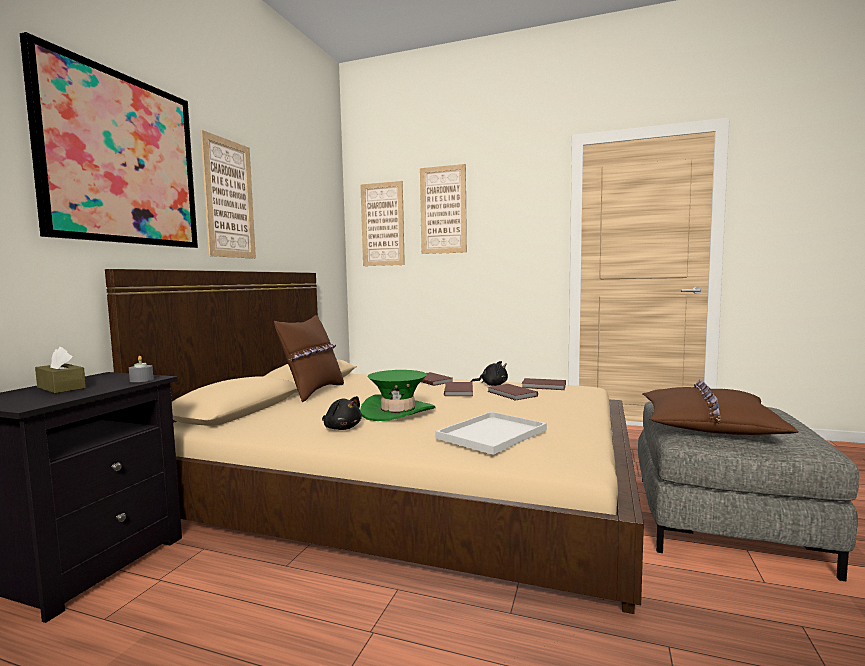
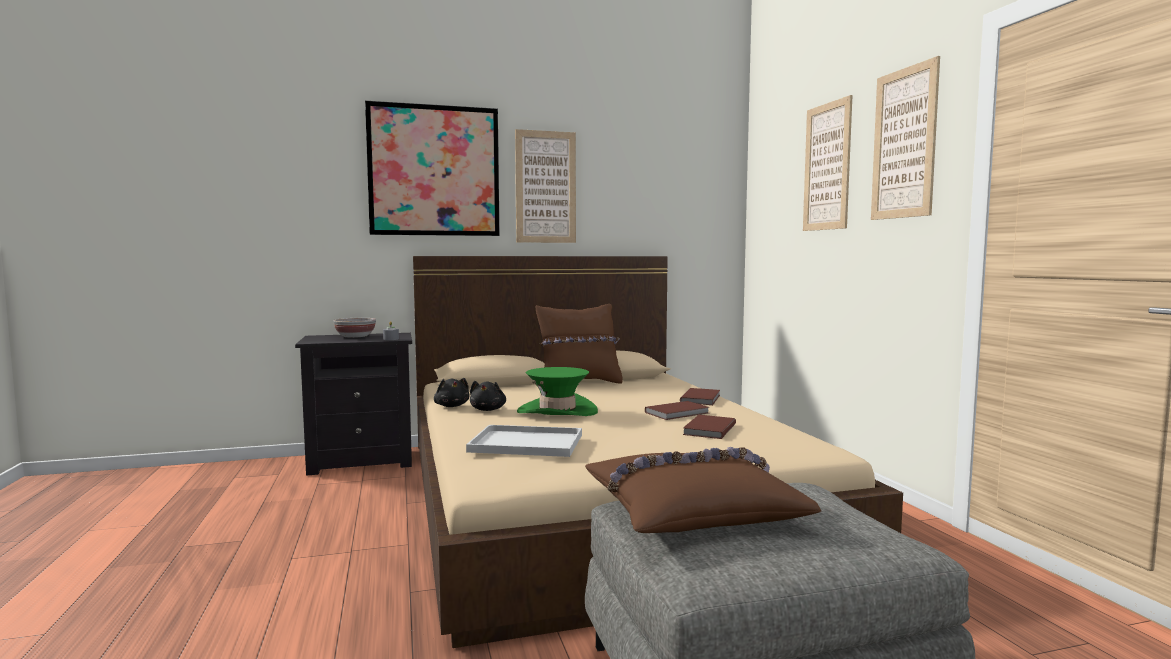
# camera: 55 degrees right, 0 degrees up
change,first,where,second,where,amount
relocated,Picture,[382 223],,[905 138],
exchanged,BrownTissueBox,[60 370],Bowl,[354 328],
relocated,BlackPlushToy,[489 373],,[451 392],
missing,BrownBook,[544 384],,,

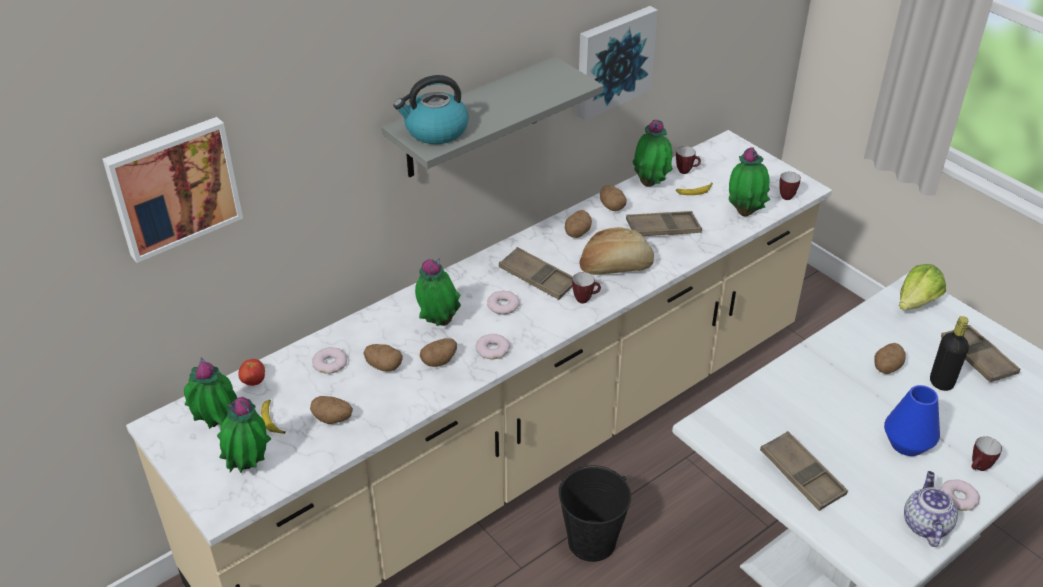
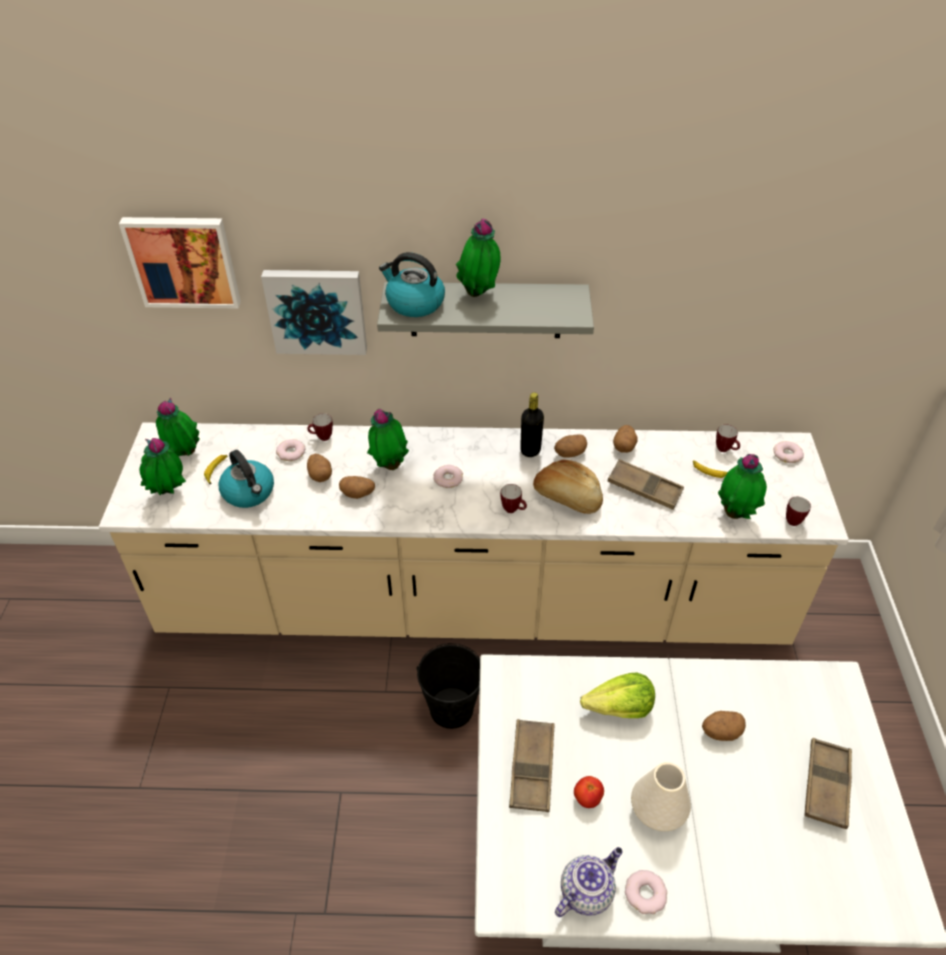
# camera: 40 degrees right, 5 degrees up
change,first,where,second,where,amount
relocated,Picture,[617 63],,[314 312],
relocated,PottedPlant,[653 153],,[478 258],
missing,BrownTray,[536 273],,,
relocated,Lettuce,[922 287],,[617 695],
relocated,BlackBottle,[949 353],,[532 424],
relocated,Donut,[493 346],,[788 452],
relocated,Tomato,[251 372],,[589 792],
colour,BlueVase,[912 420],WhiteVase,[661 796],
exchanged,Potato,[331 410],Kettle,[246 479],
relocated,Mug,[986 453],,[320 427],

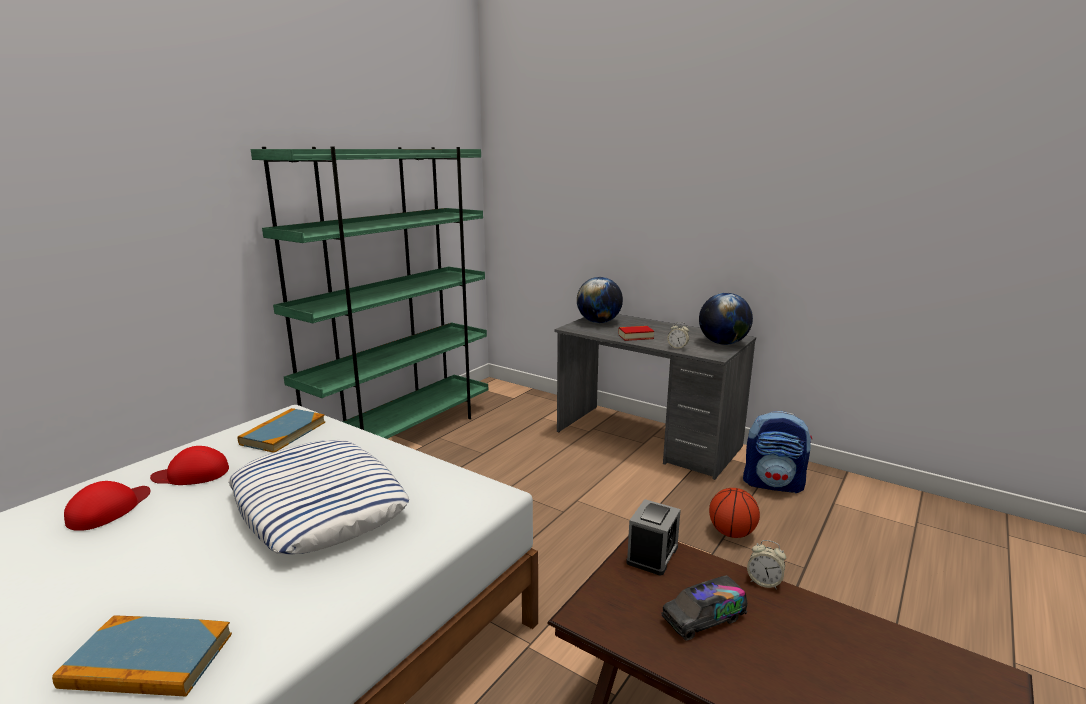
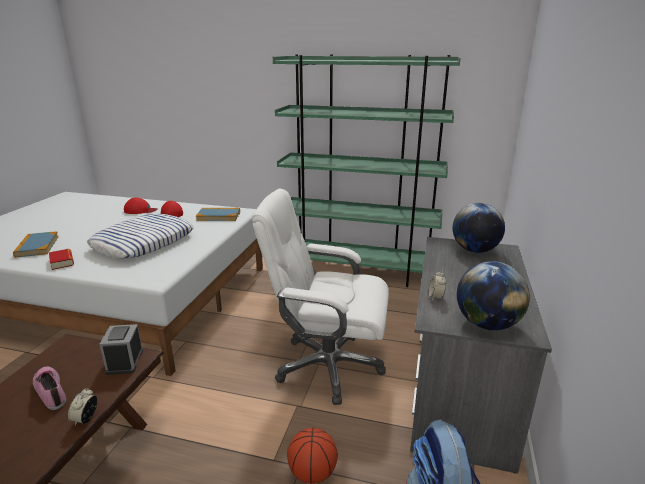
# camera: 70 degrees right, 5 degrees up
change,first,where,second,where,amount
relocated,Book,[636 333],,[61 259],
spun,AlarmClock,[653 537],,[121 349],75 degrees clockwise
exchanged,ToyTruck,[704 608],Shoe,[49 388],
appeared,,,WhiteOfficeChair,[320 296],

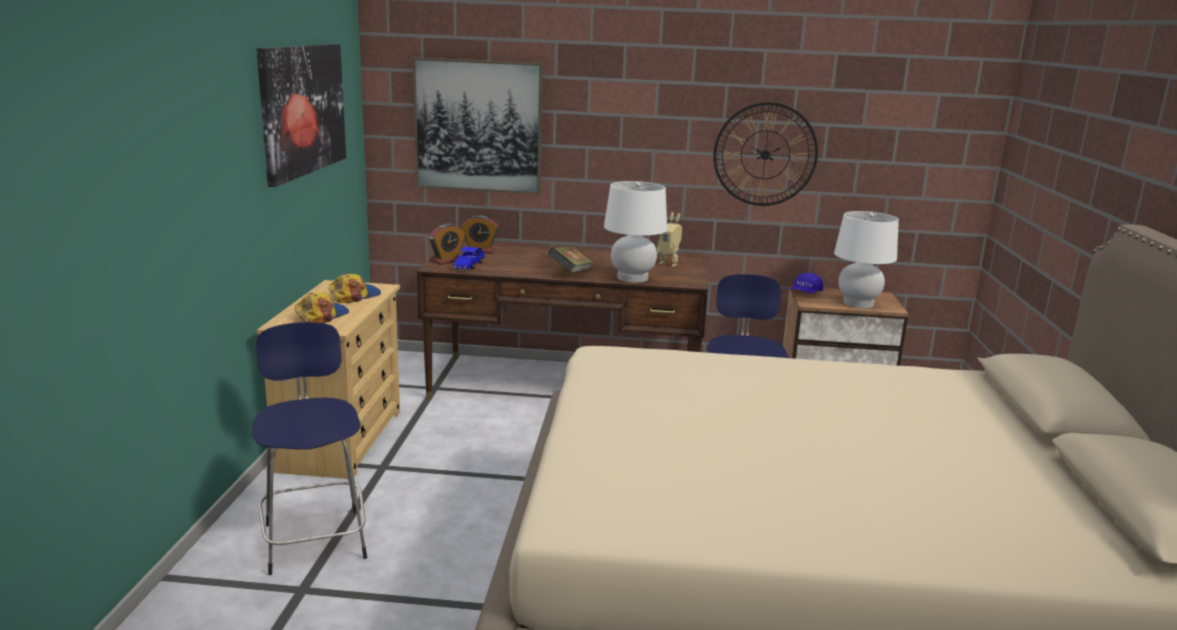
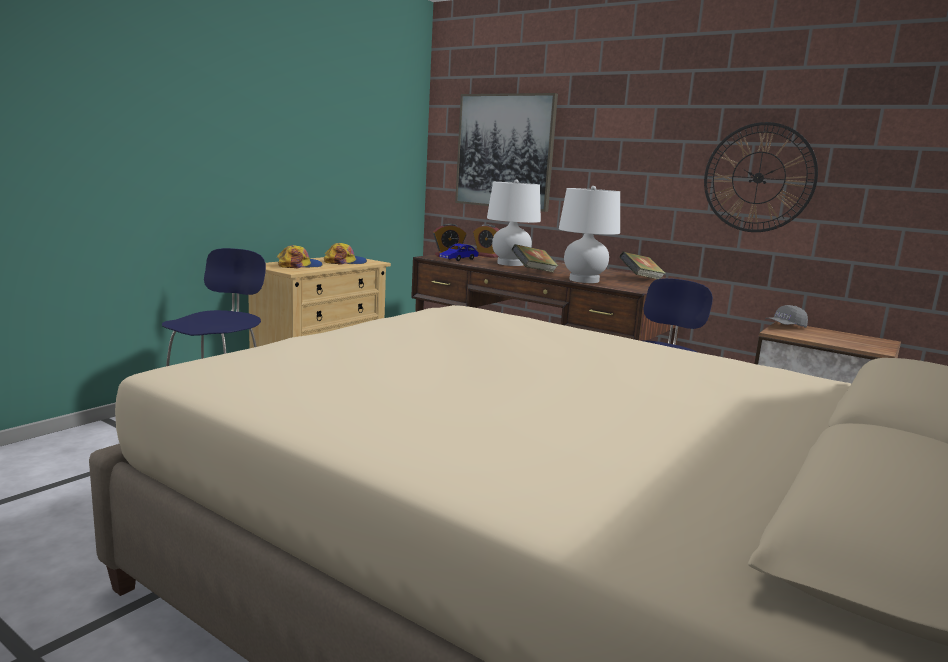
# camera: 30 degrees right, 5 degrees down
change,first,where,second,where,amount
missing,Picture,[301 115],,,
relocated,WhiteTableLamp,[866 259],,[514 223],
exchanged,ToyRobot,[669 239],Book,[642 265],
colour,BlueCap,[806 283],GreyCap,[786 316],

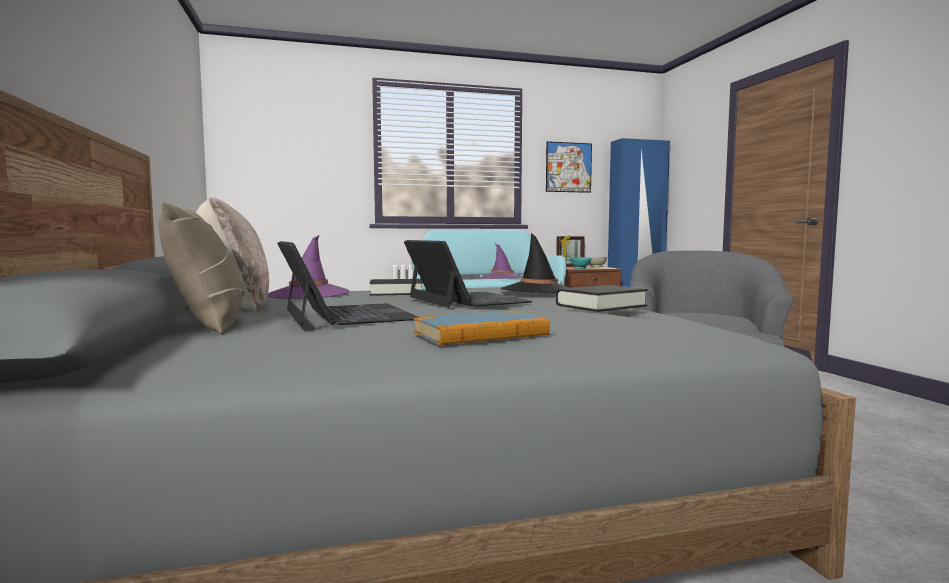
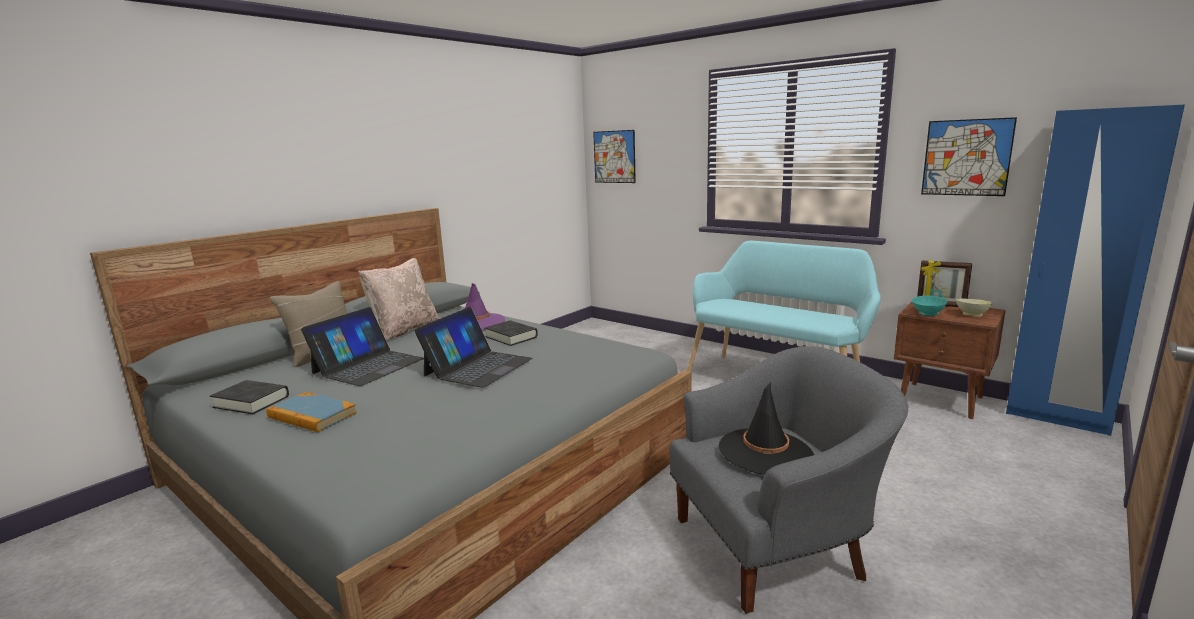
# camera: 55 degrees right, 10 degrees up
change,first,where,second,where,amount
relocated,BlackHat,[535 263],,[766 428],
missing,PurpleHat,[501 260],,,
relocated,BlackBook,[602 298],,[249 397],
appeared,,,Picture,[614 156],

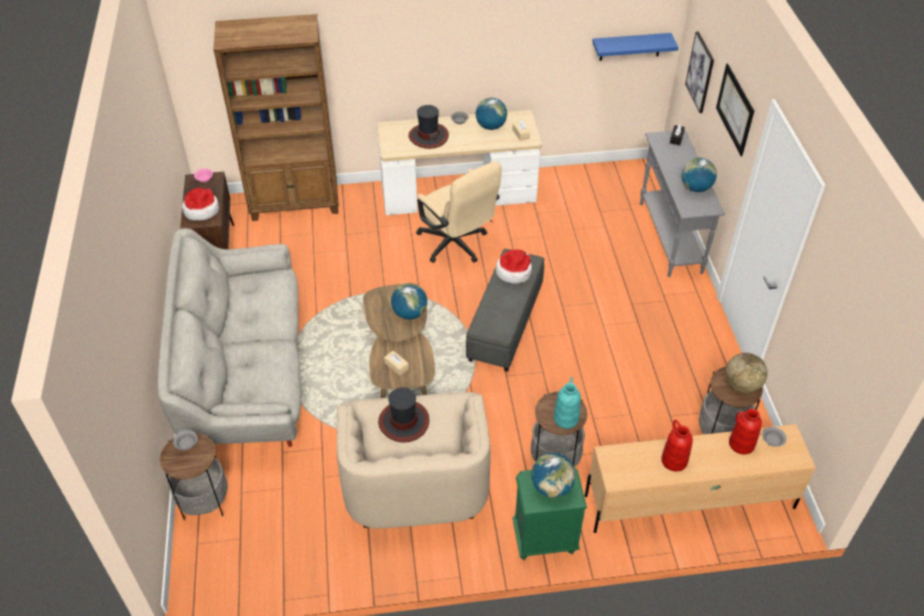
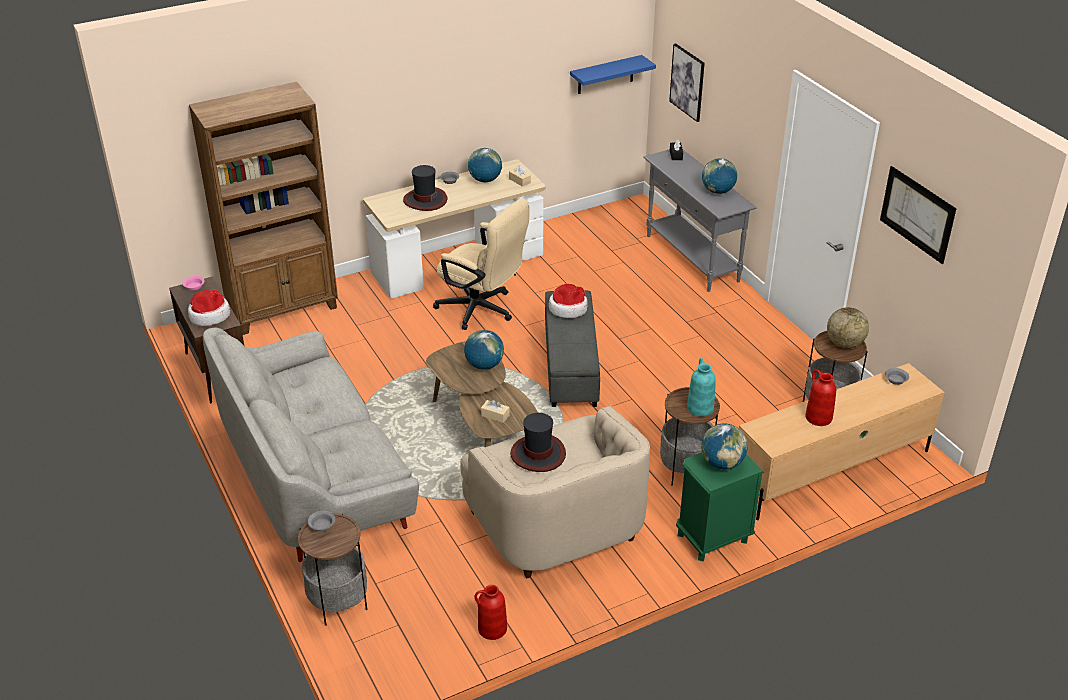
# camera: 20 degrees left, 10 degrees down
change,first,where,second,where,amount
relocated,Picture,[735 109],,[918 215],
relocated,RedVase,[745 432],,[490 612],

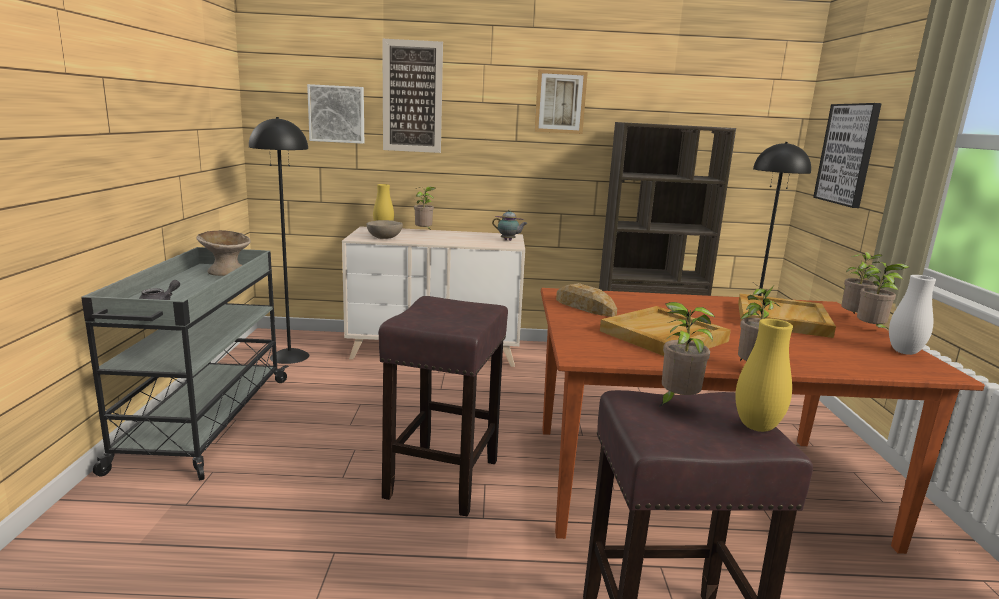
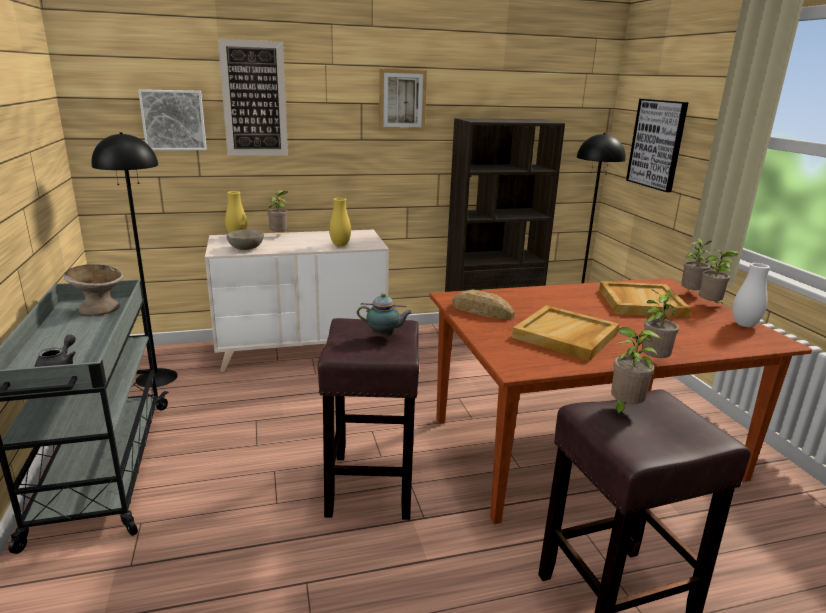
# camera: 15 degrees left, 5 degrees up
change,first,where,second,where,amount
relocated,Teapot,[509 225],,[384 315],
relocated,YellowVase,[764 375],,[340 222],

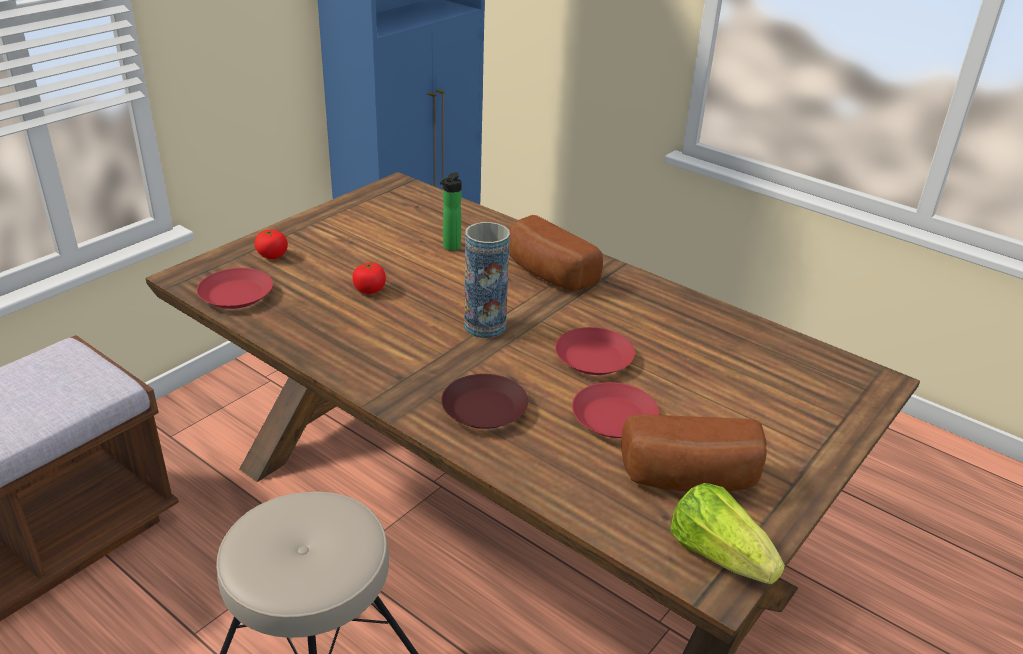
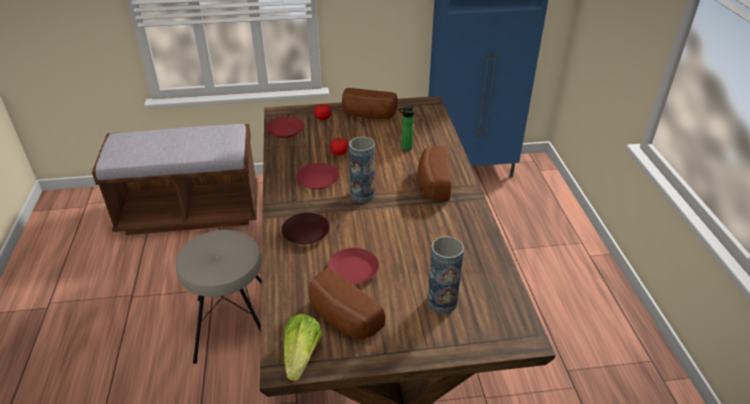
# camera: 45 degrees right, 5 degrees up
change,first,where,second,where,amount
relocated,RedPlate,[595 351],,[317 176],
appeared,,,Bread,[370 103],
appeared,,,Vase,[445 275],

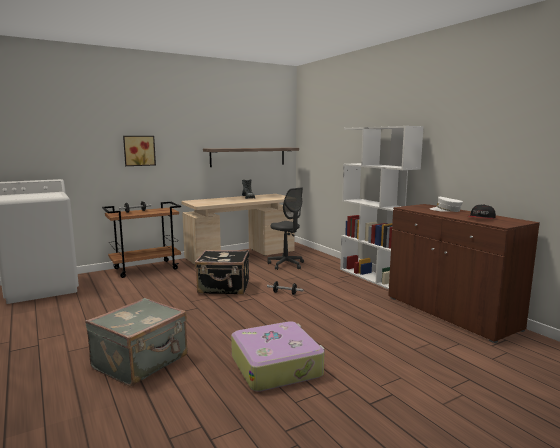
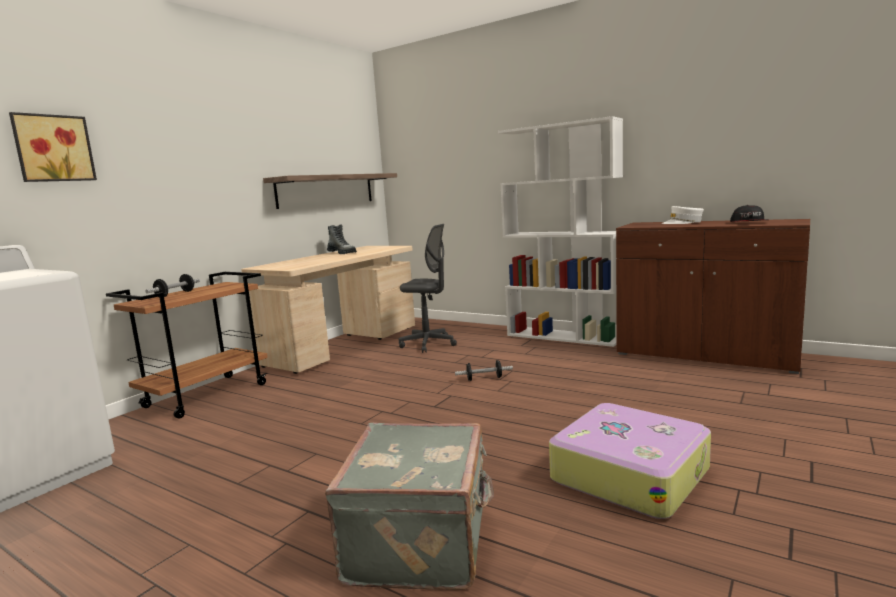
# camera: 25 degrees left, 0 degrees up
change,first,where,second,where,amount
relocated,Picture,[139 151],,[53 147],
missing,BlackSuitcase,[222 272],,,

